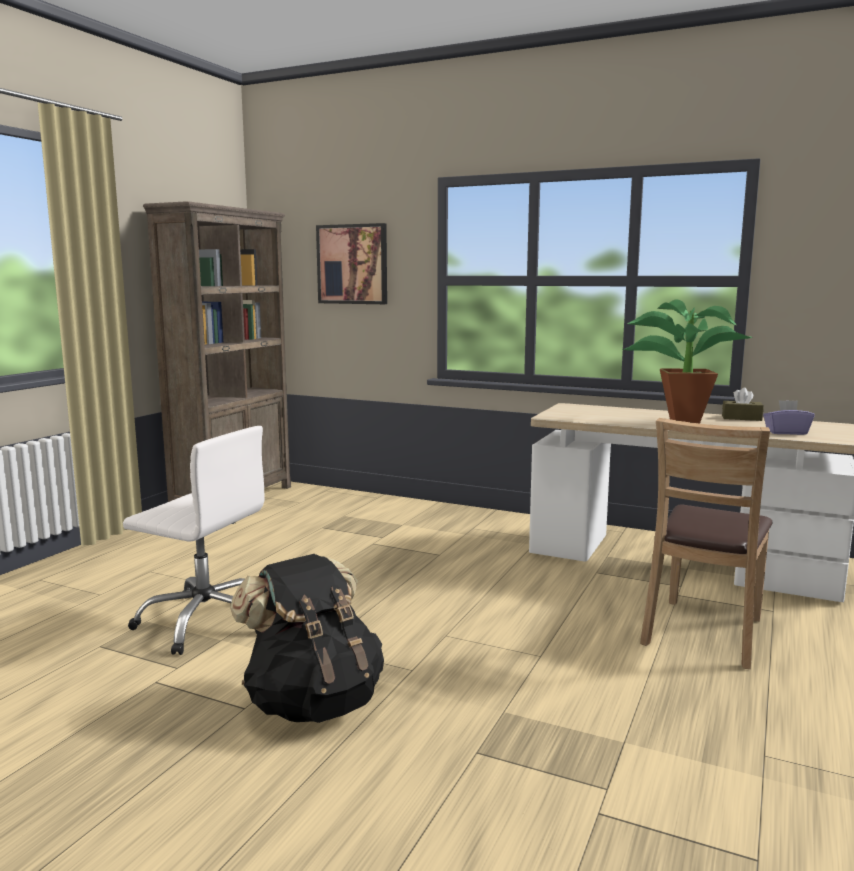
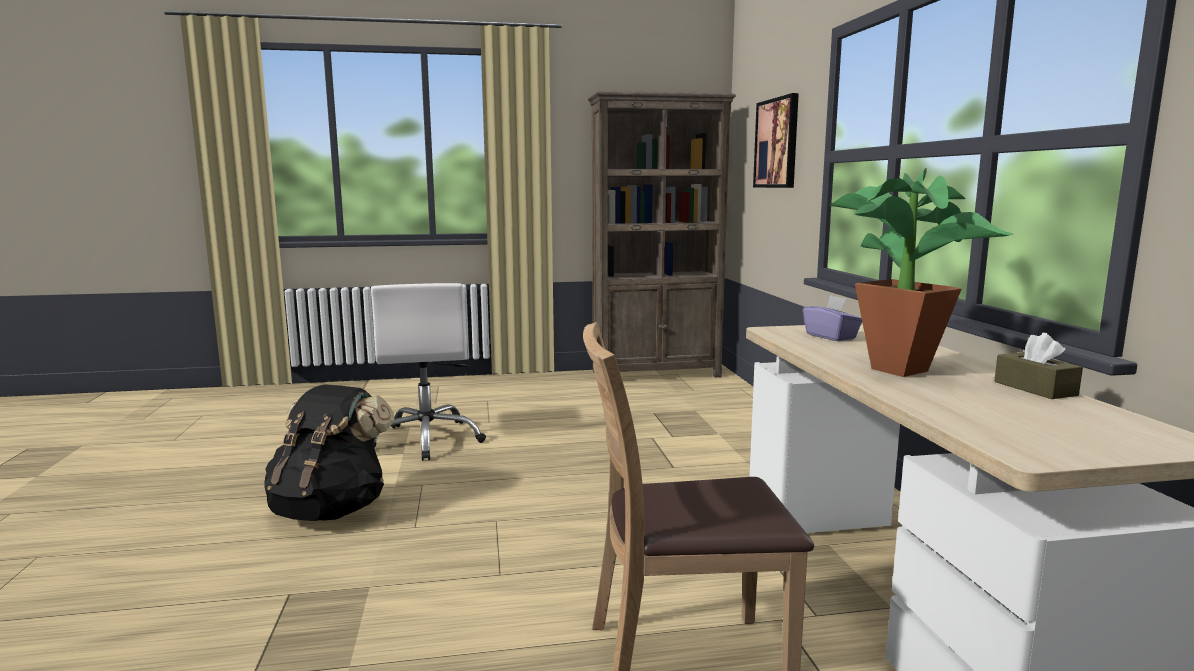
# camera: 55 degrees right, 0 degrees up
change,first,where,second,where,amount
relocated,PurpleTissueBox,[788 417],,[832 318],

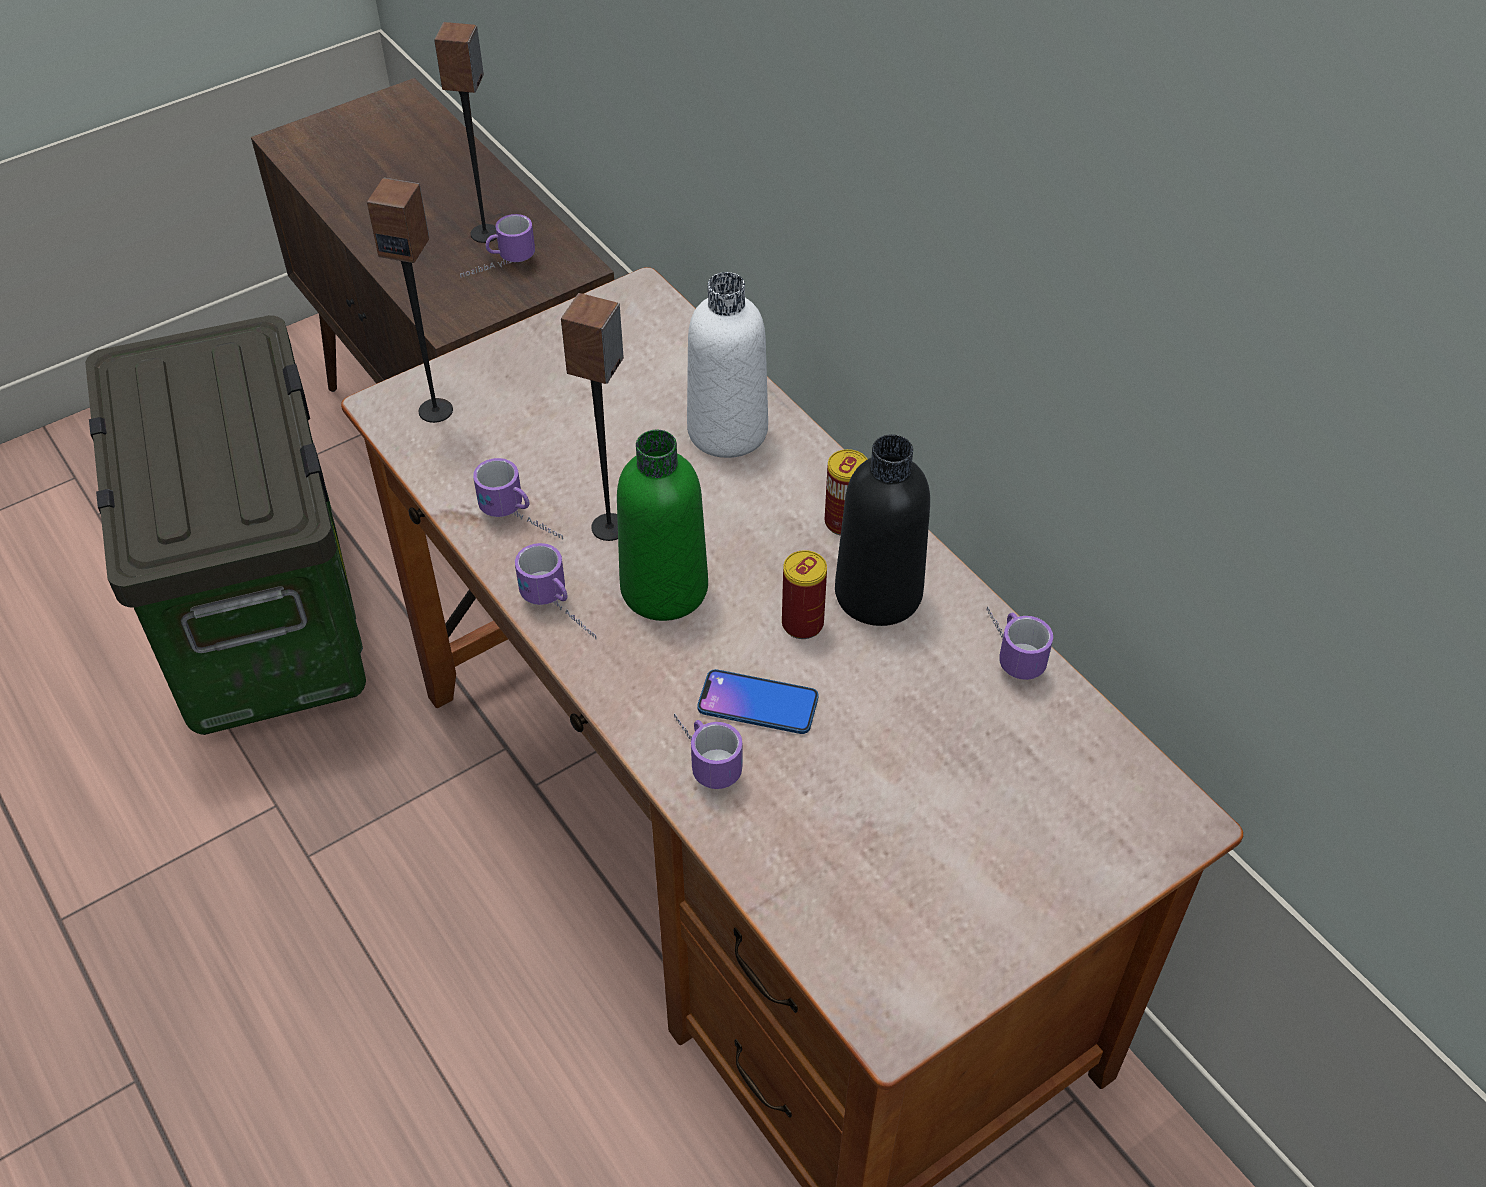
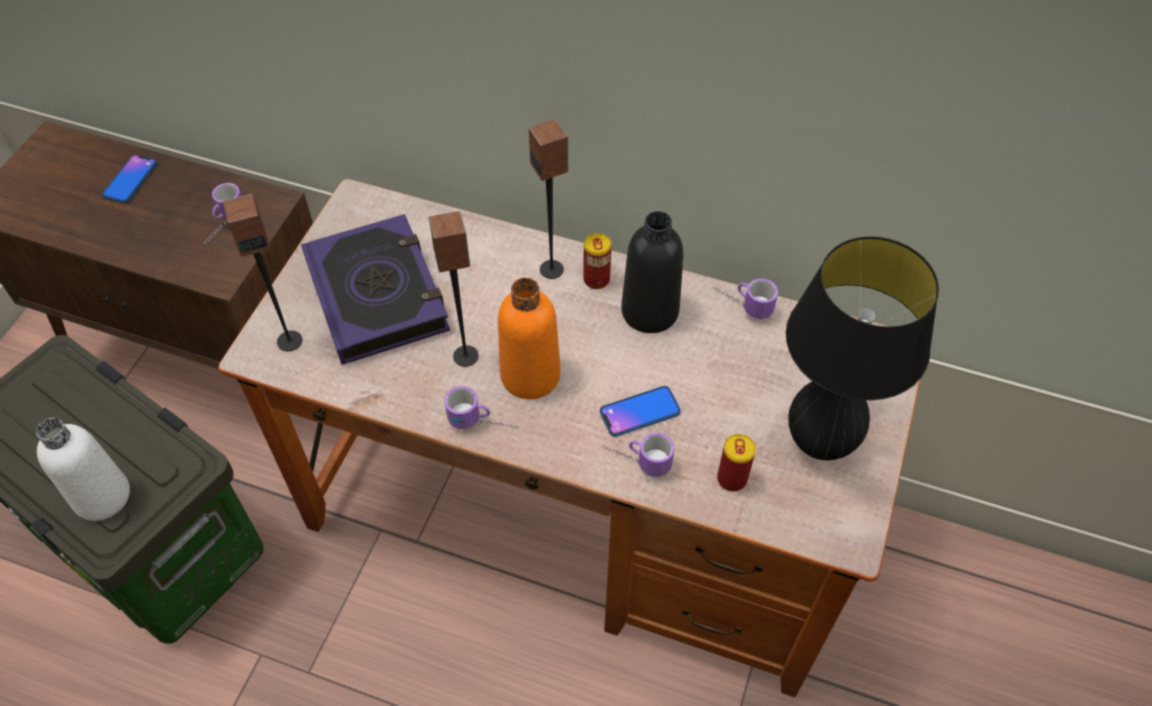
# camera: 35 degrees left, 5 degrees up
change,first,where,second,where,amount
relocated,Speaker,[465 132],,[548 199],
relocated,WhiteBottle,[727 365],,[83 469],
colour,GreenBottle,[662 525],OrangeBottle,[529 338],
missing,Mug,[518 498],,,
relocated,Can,[804 594],,[736 463],
appeared,,,Phone,[130 178],
appeared,,,Book,[375 289],
appeared,,,BlackTableLamp,[862 348],

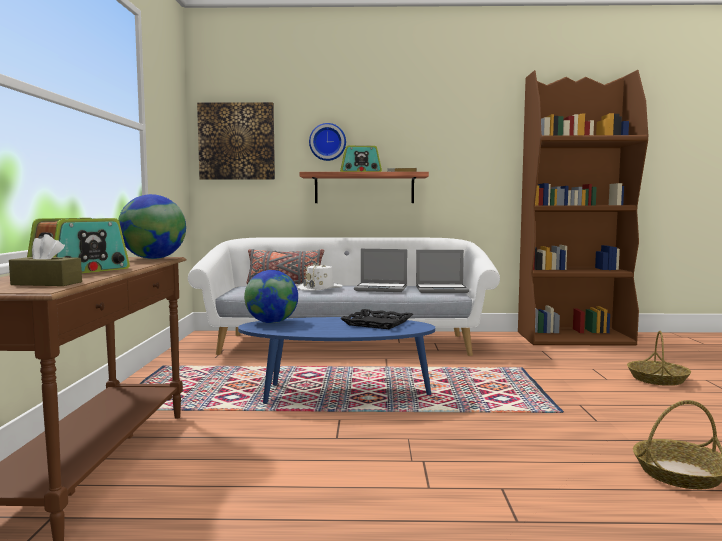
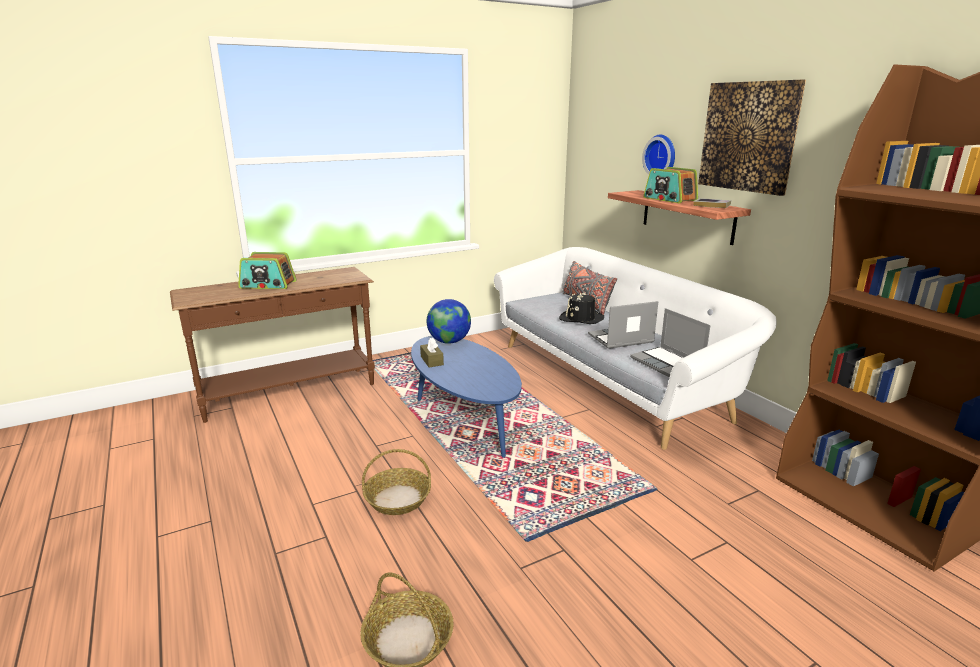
# camera: 60 degrees right, 15 degrees up
change,first,where,second,where,amount
relocated,Picture,[236 141],,[752 138],
missing,Globe,[152 226],,,
relocated,BrownTissueBox,[45 260],,[432 352],
spun,Laptop,[380 270],,[623 325],90 degrees clockwise
colour,WhiteHat,[320 277],BlackHat,[581 308],
missing,BlackTray,[376 319],,,
relocated,Basket,[659 358],,[396 482],

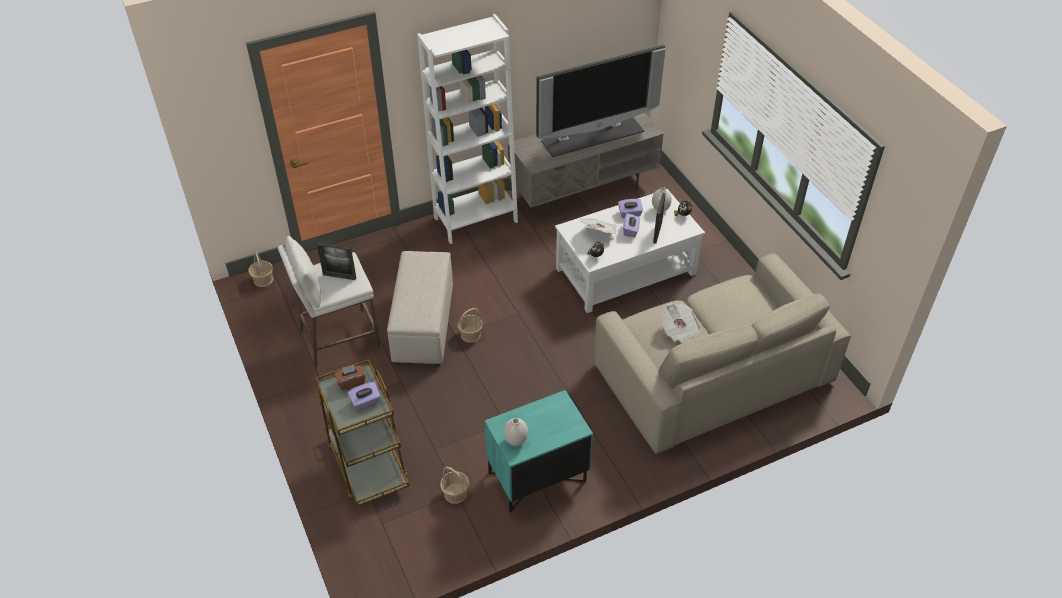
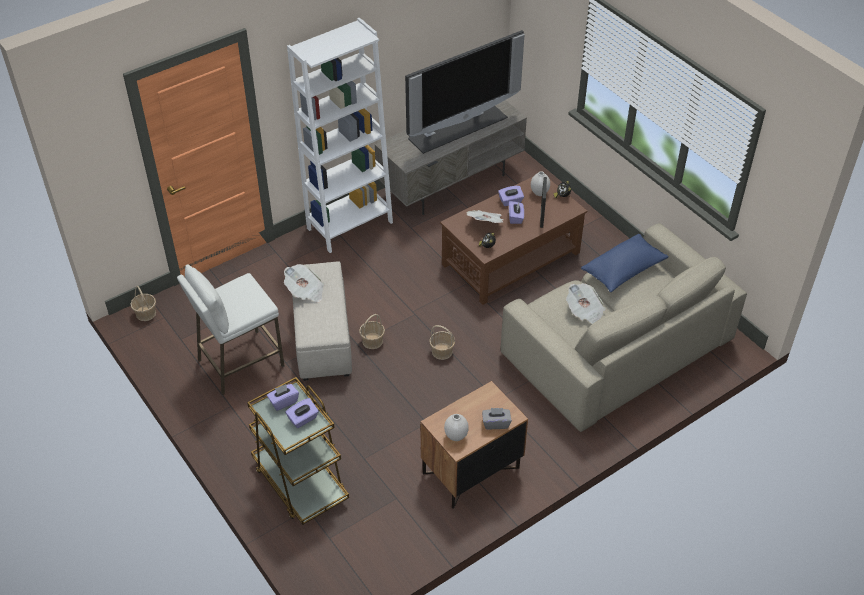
# camera: 10 degrees left, 0 degrees up
change,first,where,second,where,amount
colour,WhiteCoffeeTable,[630 251],BrownCoffeeTable,[513 241],
missing,PictureFrame,[336 261],,,
colour,BrownTissueBox,[350 377],PurpleTissueBox,[283 397],
colour,TurquoiseNightstand,[538 451],BrownNightstand,[474 445],
relocated,Basket,[454 485],,[442 342],
appeared,,,BluePillow,[624 263],
appeared,,,Newspaper,[304 283],
appeared,,,GreyTissueBox,[497 419],

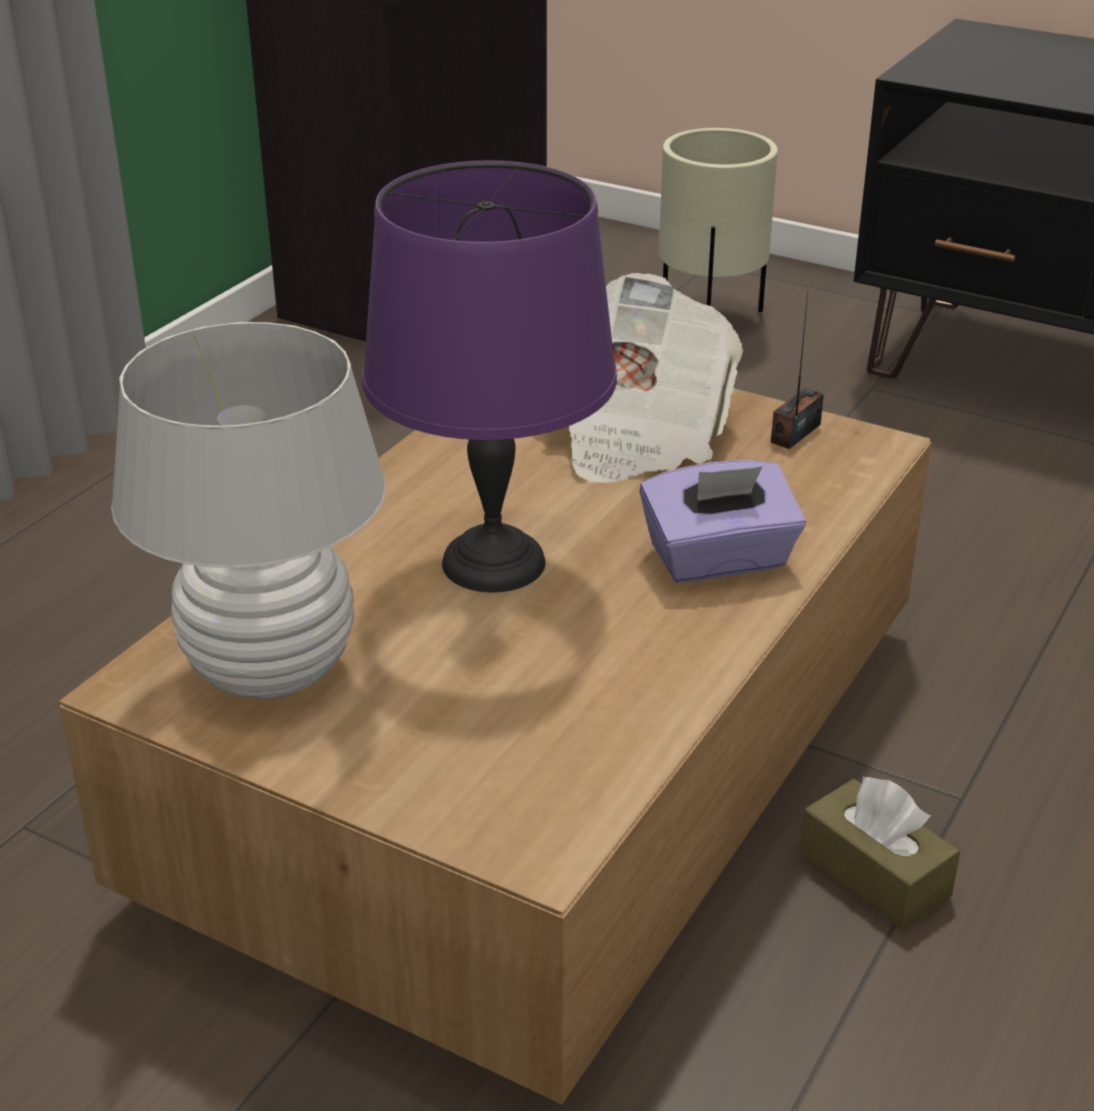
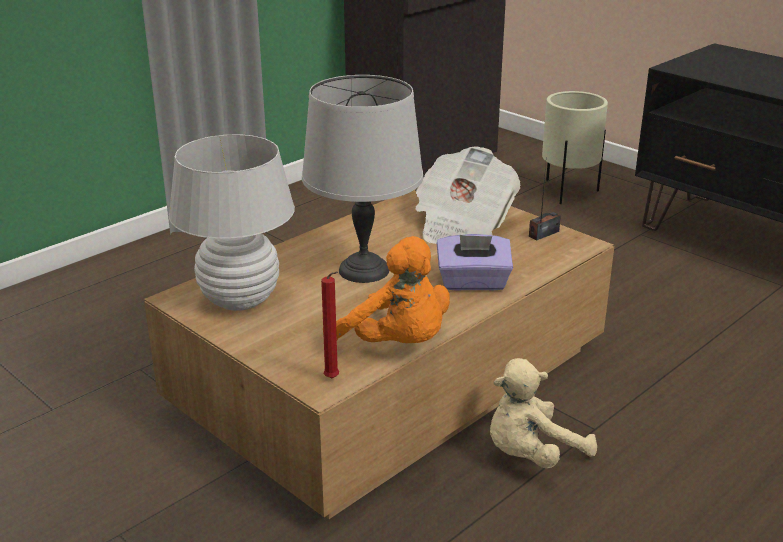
# camera: 15 degrees right, 5 degrees down
change,first,where,second,where,amount
colour,PurpleTableLamp,[489 376],GreyTableLamp,[362 179],
exchanged,BrownTissueBox,[880 852],BeigePlushToy,[543 413],
appeared,,,OrangePlushToy,[393 289],
appeared,,,RedCandle,[330 325],

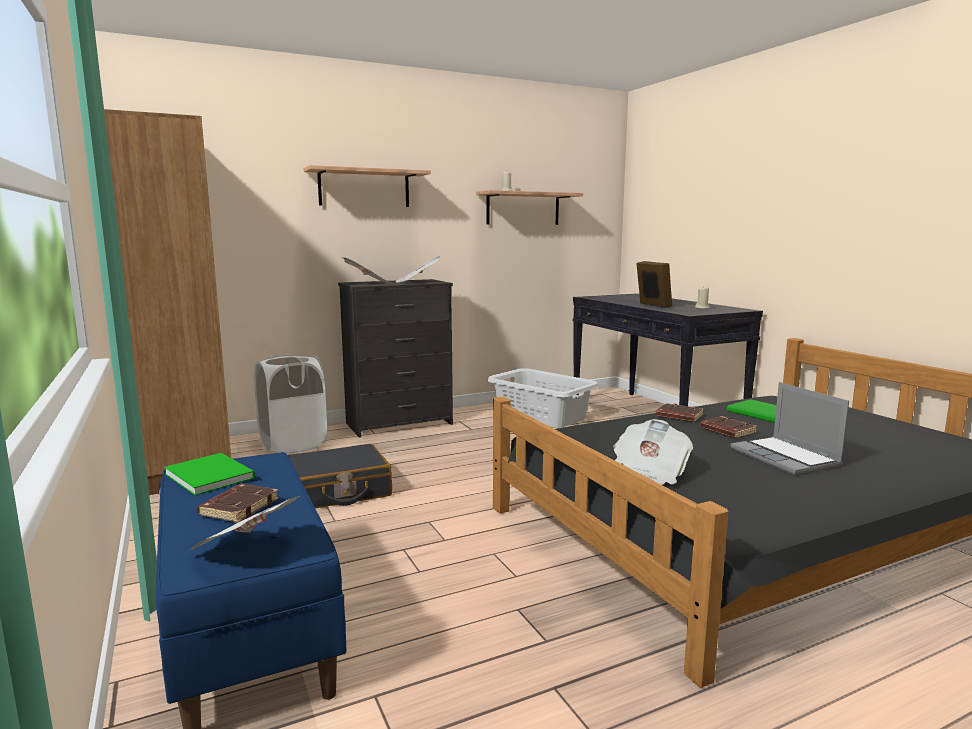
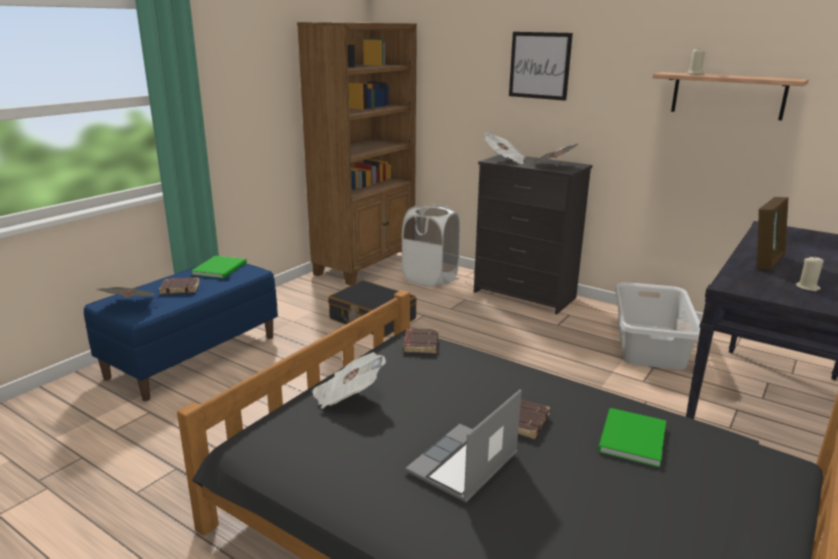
# camera: 60 degrees right, 10 degrees up
change,first,where,second,where,amount
exchanged,Shelf,[367 186],Picture,[541 66],
relocated,BrownBook,[680 412],,[420 341],

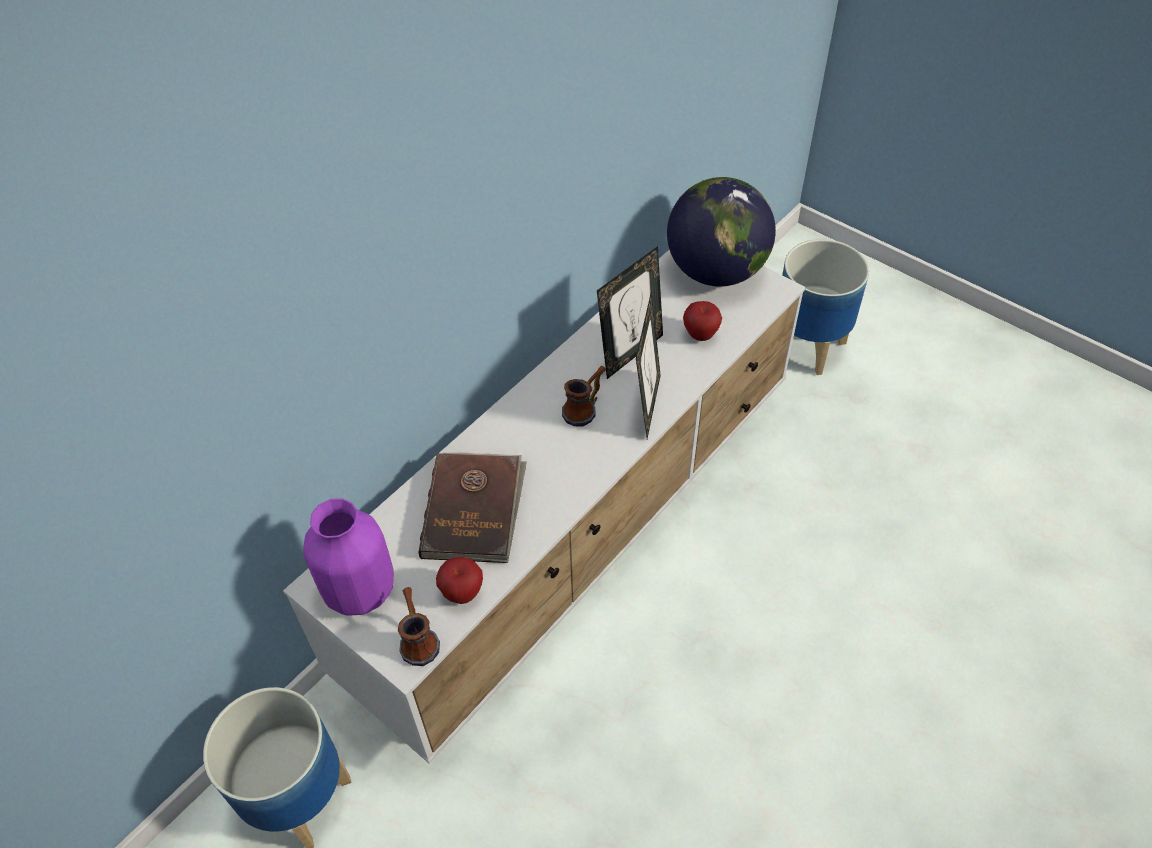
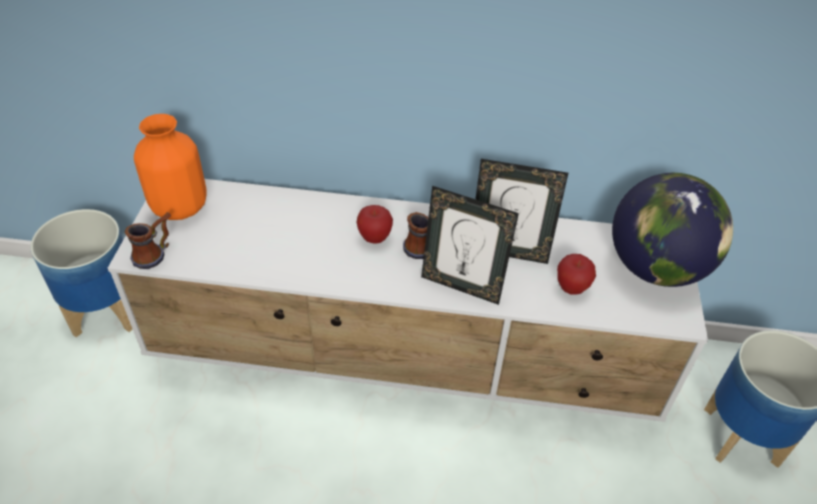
# camera: 55 degrees right, 5 degrees down
change,first,where,second,where,amount
spun,PictureFrame,[648 366],,[470 245],45 degrees clockwise
missing,BrownBook,[472 507],,,
colour,PurpleVase,[348 556],OrangeVase,[170 167],
relocated,Apple,[459 580],,[374 224],

